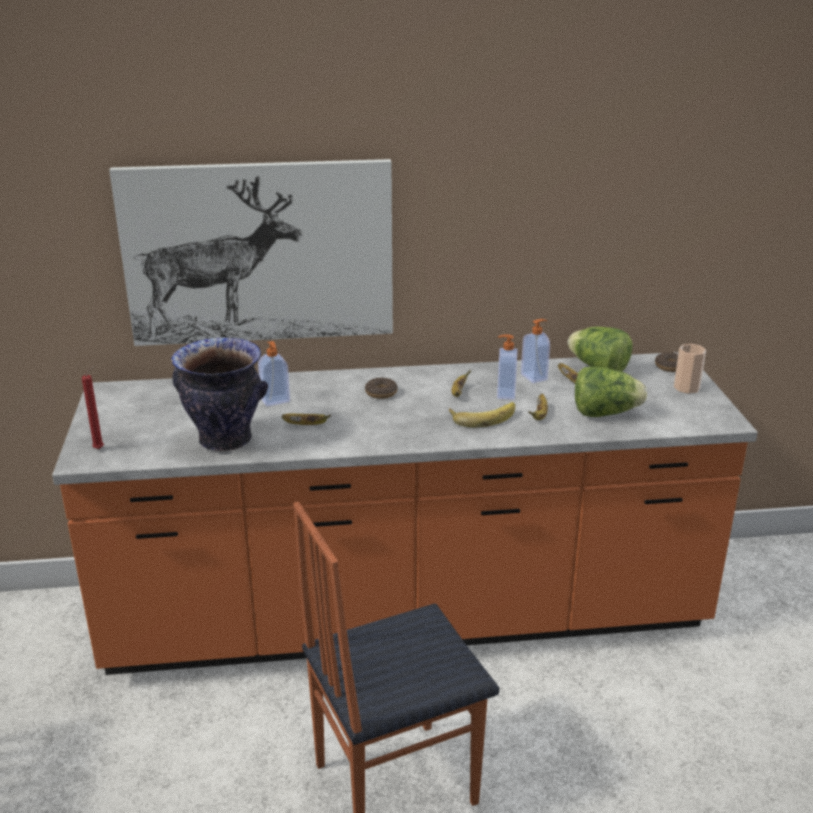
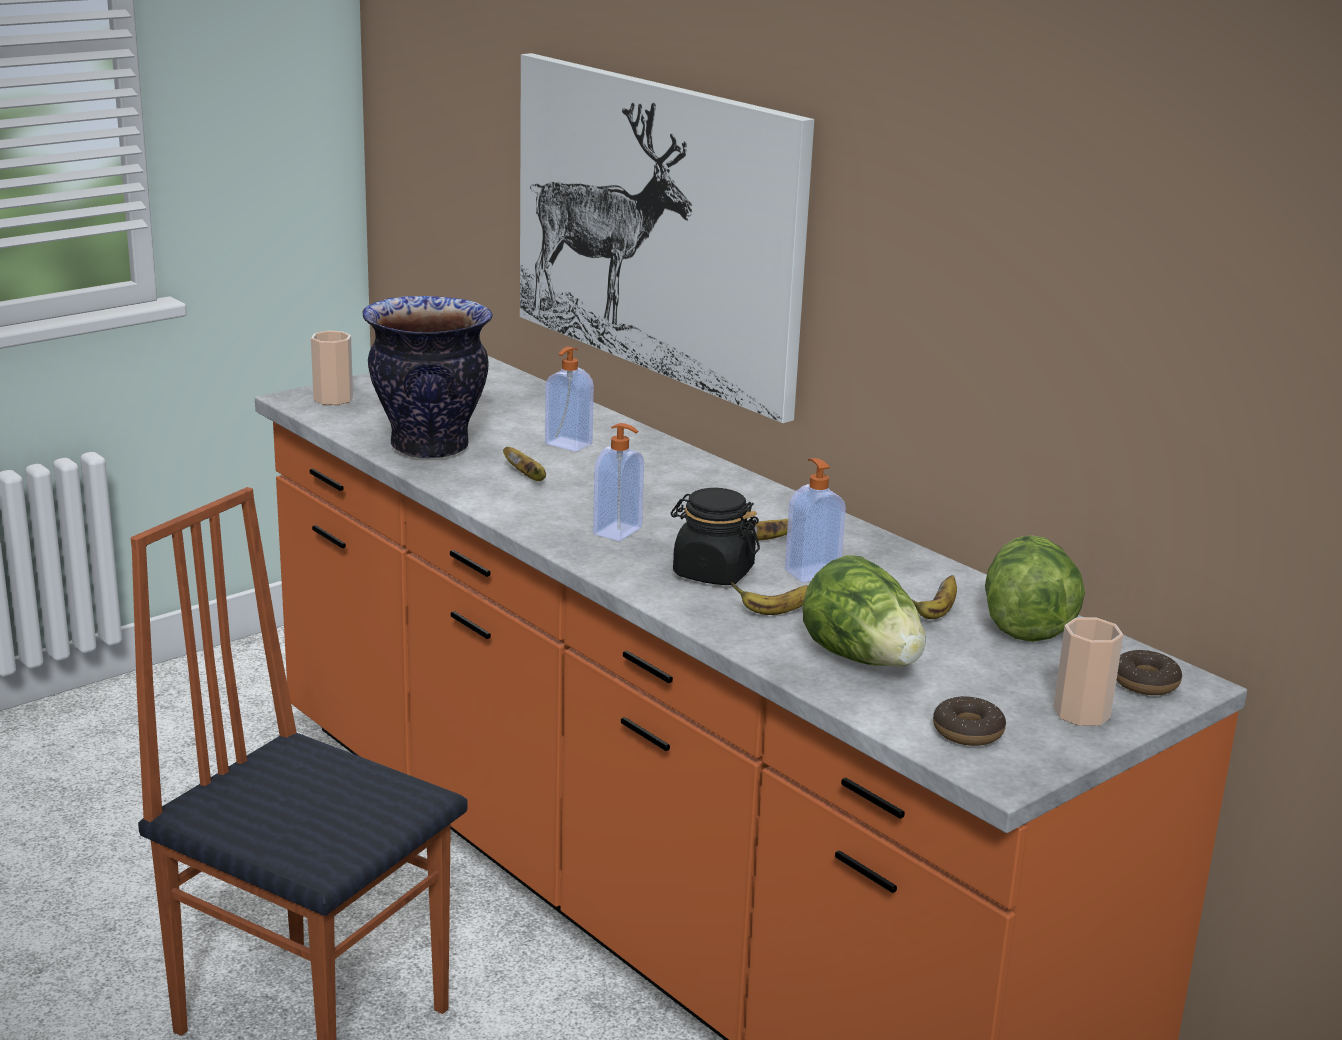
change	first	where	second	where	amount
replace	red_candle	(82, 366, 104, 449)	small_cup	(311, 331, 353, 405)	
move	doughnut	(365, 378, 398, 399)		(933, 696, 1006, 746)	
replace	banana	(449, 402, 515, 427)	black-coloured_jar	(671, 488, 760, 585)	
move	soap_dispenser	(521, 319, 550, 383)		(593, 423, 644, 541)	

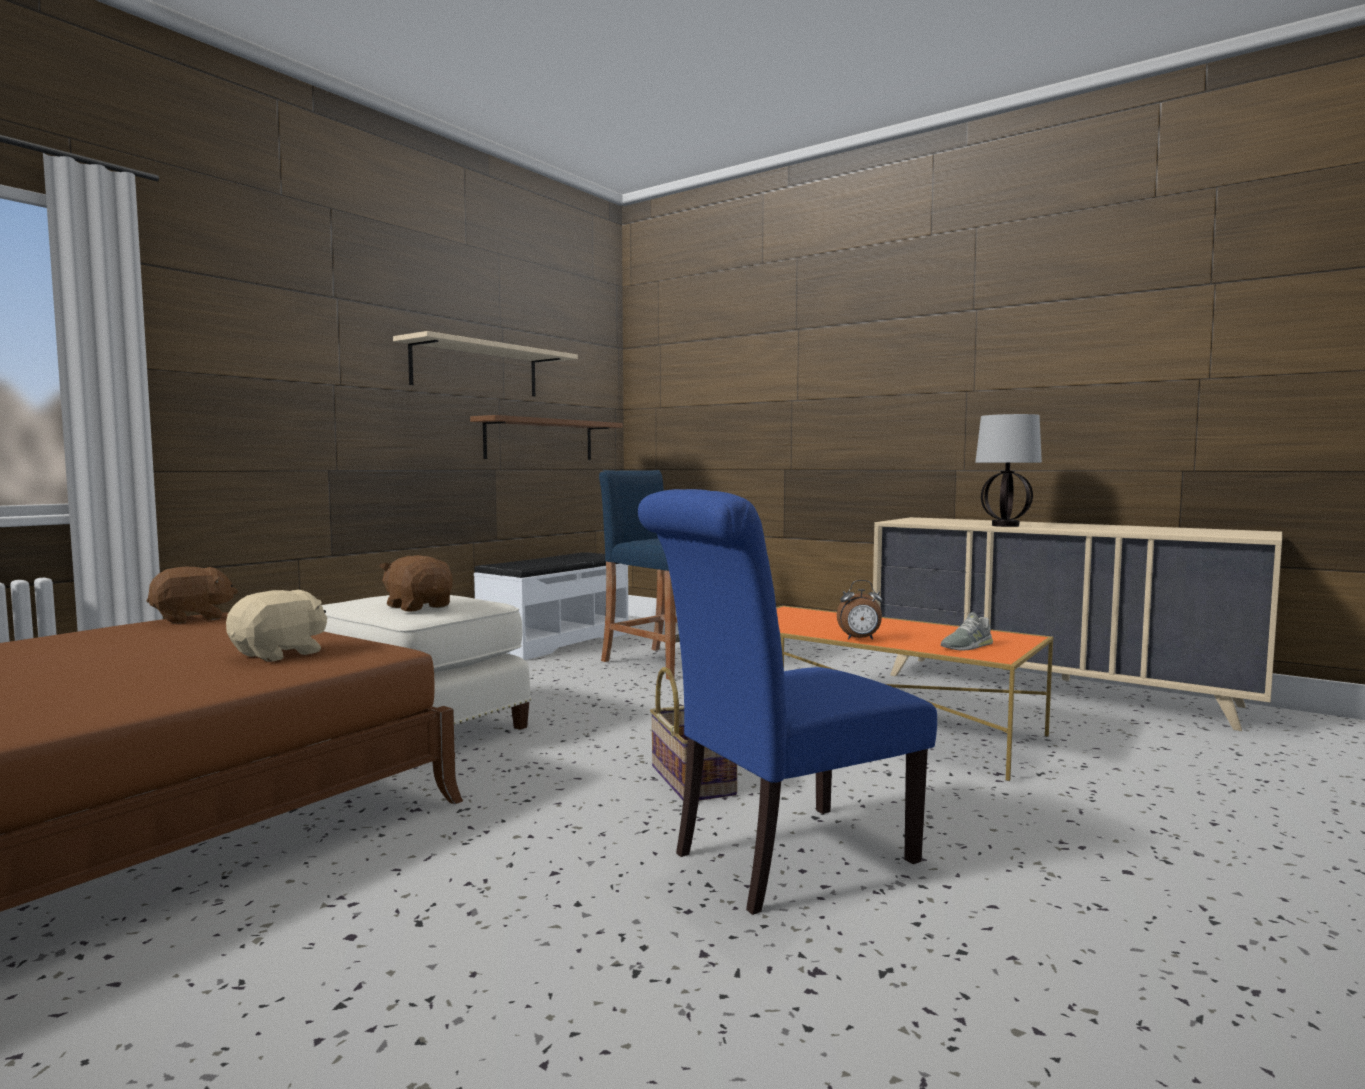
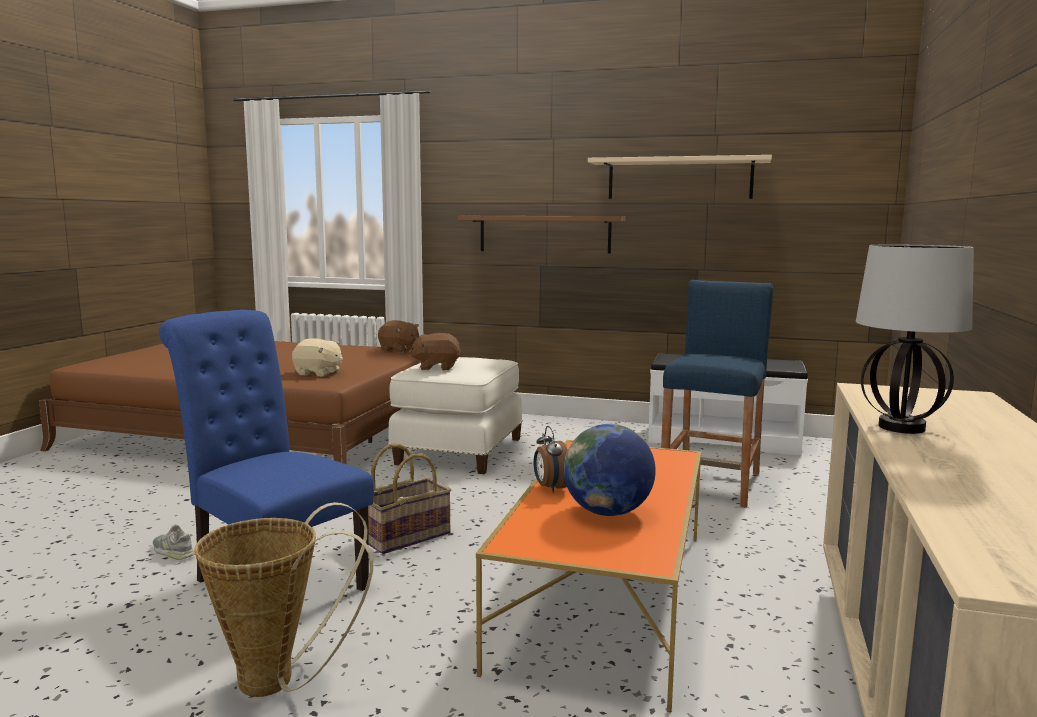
change	first	where	second	where	amount
rotate	brown_plush_toy	(379, 555, 453, 612)		(408, 333, 462, 370)	120 degrees counterclockwise
move	brown_wall_shelf	(470, 415, 623, 460)		(458, 216, 626, 254)	
move	gray_low_shoe	(941, 612, 993, 651)		(153, 525, 195, 560)	
insert			household_basket	(194, 502, 374, 697)	
insert			world_globe	(564, 424, 656, 516)	

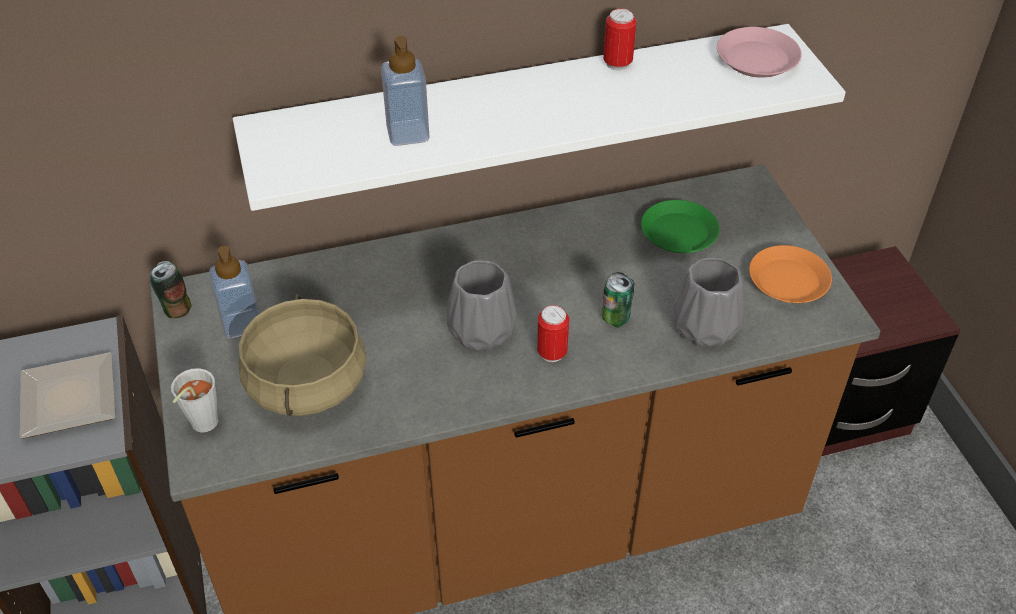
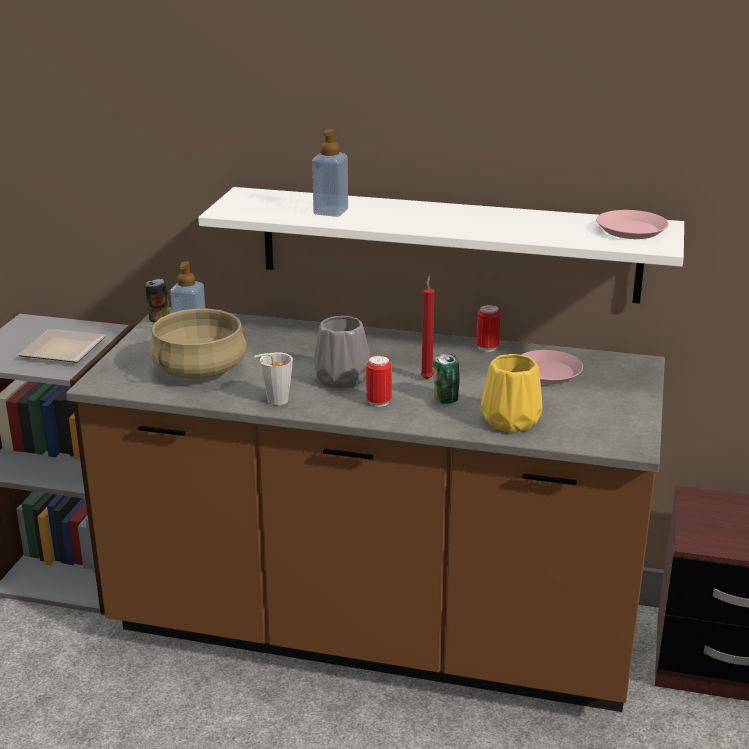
change	first	where	second	where	amount
move	gray_small_cup	(171, 368, 218, 433)		(254, 352, 293, 405)	
move	sealed_can	(603, 9, 637, 71)		(476, 305, 501, 352)	
recolor	green-coloured_dinner_plate	(641, 200, 720, 253)	pink_dinner_plate	(521, 350, 583, 384)	
recolor	gray_decorative_vase	(673, 257, 745, 347)	yellow-coloured_decorative_vase	(481, 354, 542, 433)	
delete	orange_dinner_plate	(749, 245, 832, 303)			
insert			red_candle	(420, 276, 435, 379)	

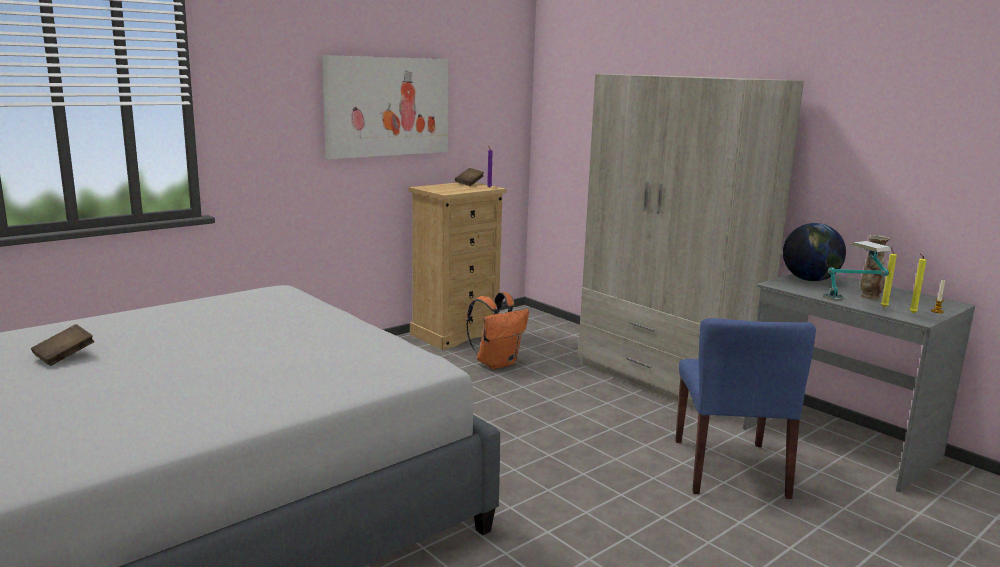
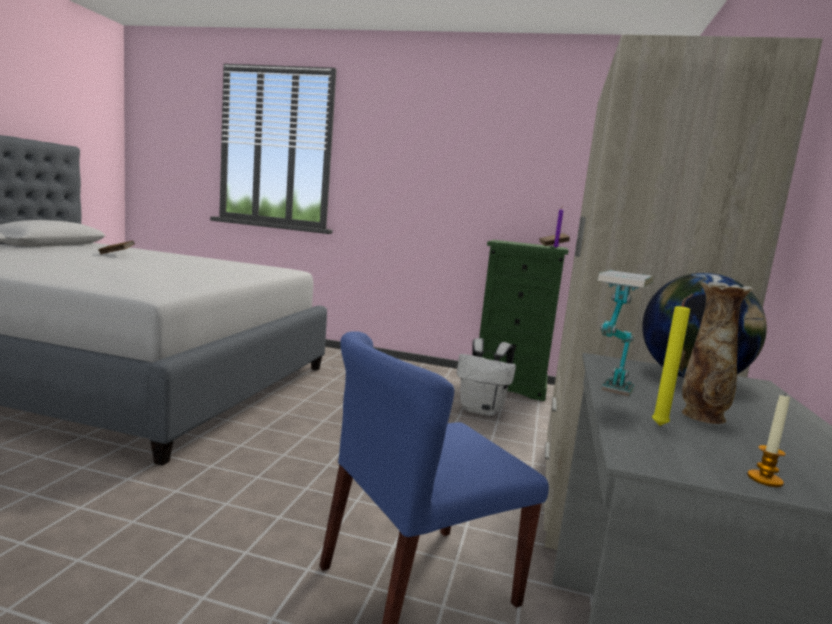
change	first	where	second	where	amount
delete	wall_art	(322, 55, 449, 159)			
recolor	sand-coloured_drawer_chest	(408, 182, 507, 350)	green-coloured_drawer_chest	(479, 240, 569, 401)	
recolor	orange_backpack	(466, 292, 529, 369)	whitish_backpack	(457, 338, 516, 416)	
delete	yellow-coloured_candle	(909, 254, 926, 313)			

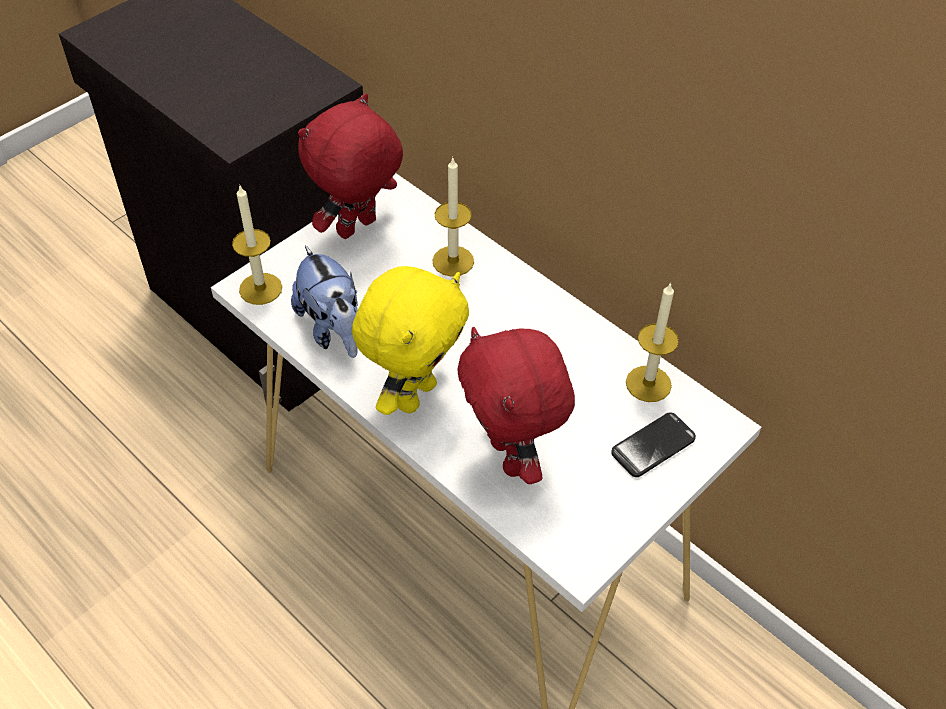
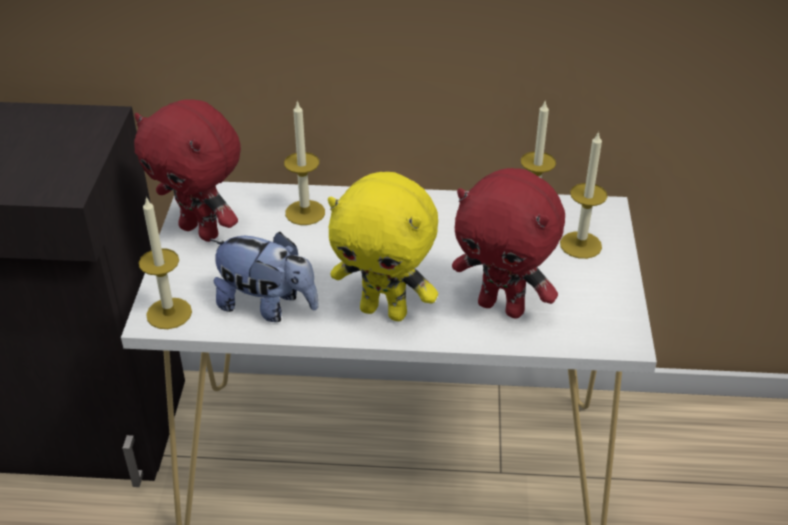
change	first	where	second	where	amount
rotate	red_plush_toy	(298, 93, 403, 239)		(134, 99, 241, 242)	60 degrees counterclockwise
rotate	yellow-coloured_plush_toy	(352, 266, 469, 415)		(328, 172, 438, 321)	120 degrees clockwise
replace	handset	(611, 412, 696, 477)	candle	(560, 131, 608, 259)	

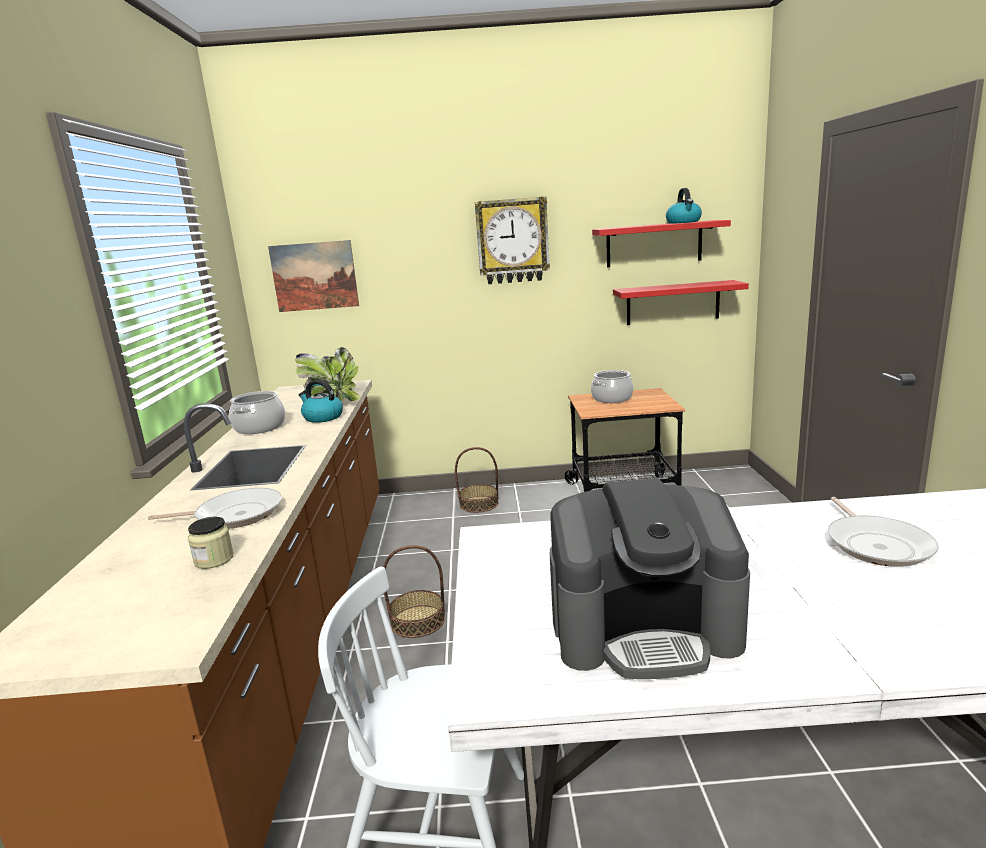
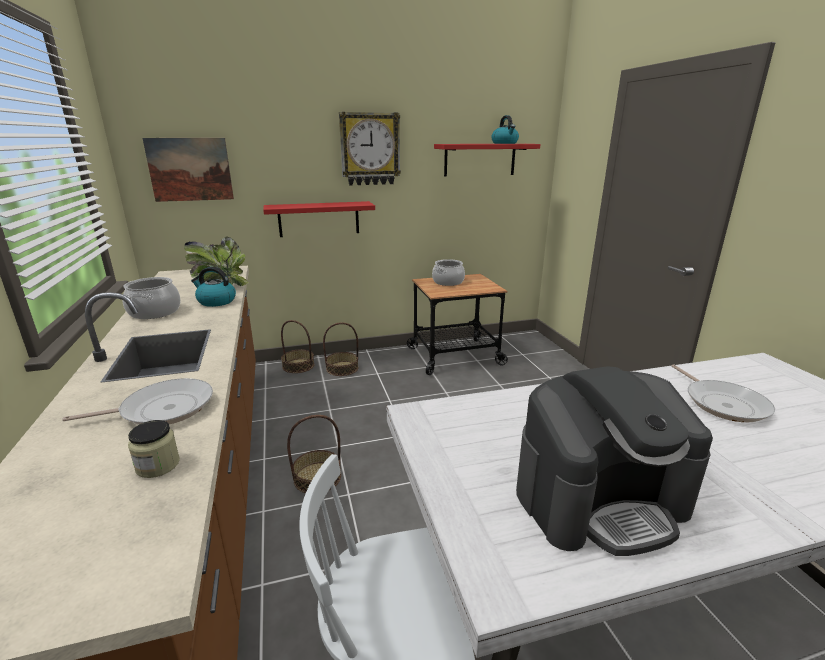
change	first	where	second	where	amount
move	red_wall_shelf	(613, 280, 749, 325)		(263, 201, 375, 237)	
insert			household_basket	(281, 320, 314, 373)	

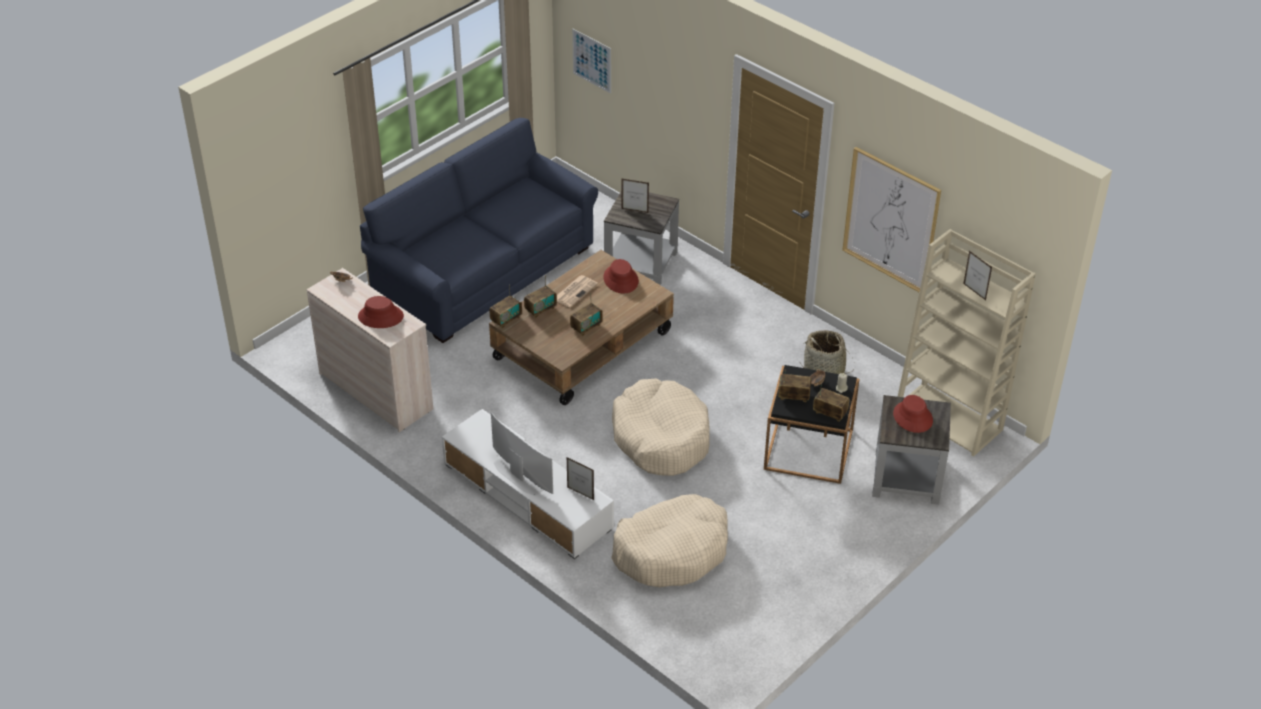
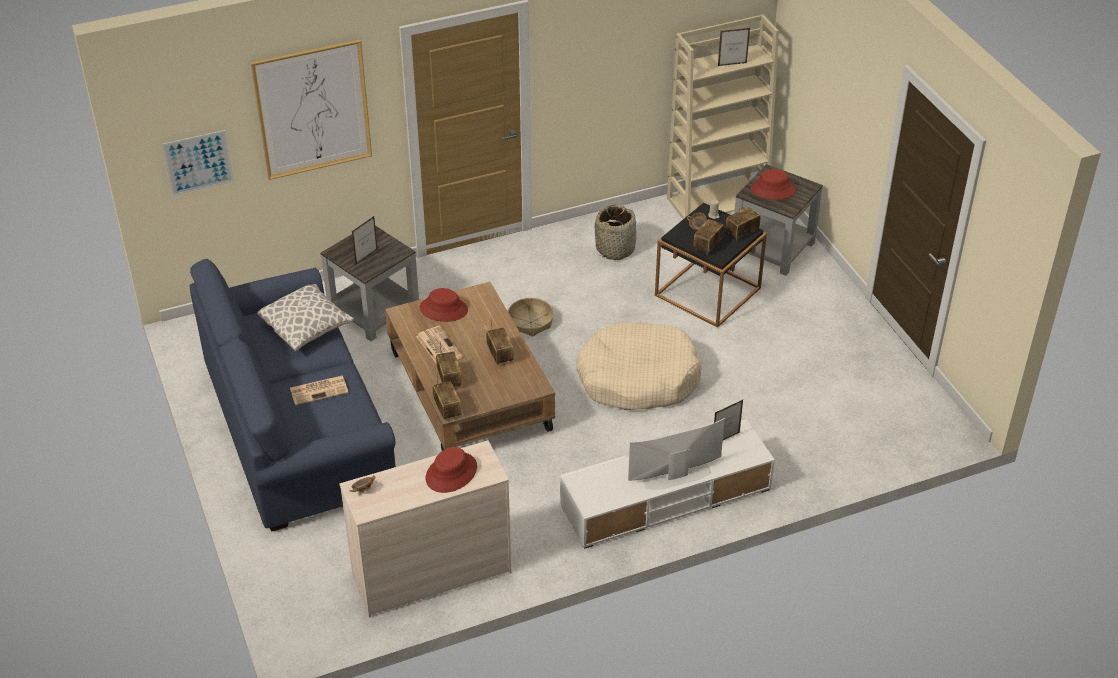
change	first	where	second	where	amount
delete	sand-coloured_pet_bed	(611, 494, 728, 587)			
move	wall_art	(842, 147, 941, 292)		(250, 39, 372, 180)	
insert			pillow	(257, 284, 354, 351)	
insert			daily_paper	(290, 376, 349, 405)	
insert			household_basket	(508, 298, 554, 337)	

